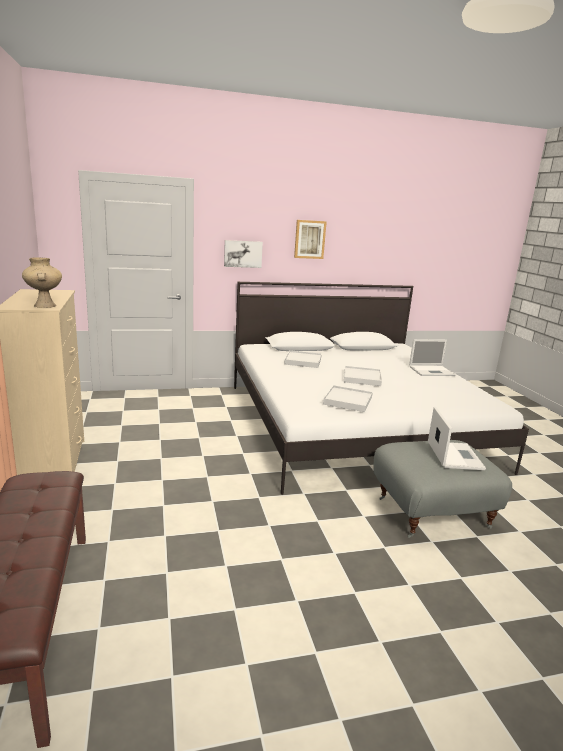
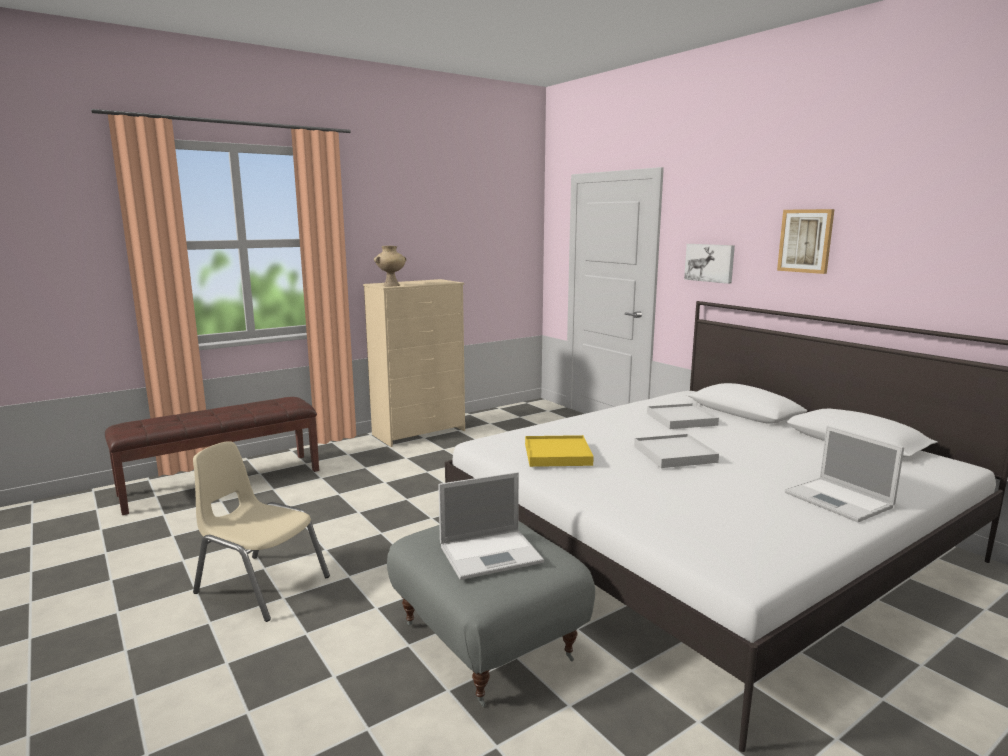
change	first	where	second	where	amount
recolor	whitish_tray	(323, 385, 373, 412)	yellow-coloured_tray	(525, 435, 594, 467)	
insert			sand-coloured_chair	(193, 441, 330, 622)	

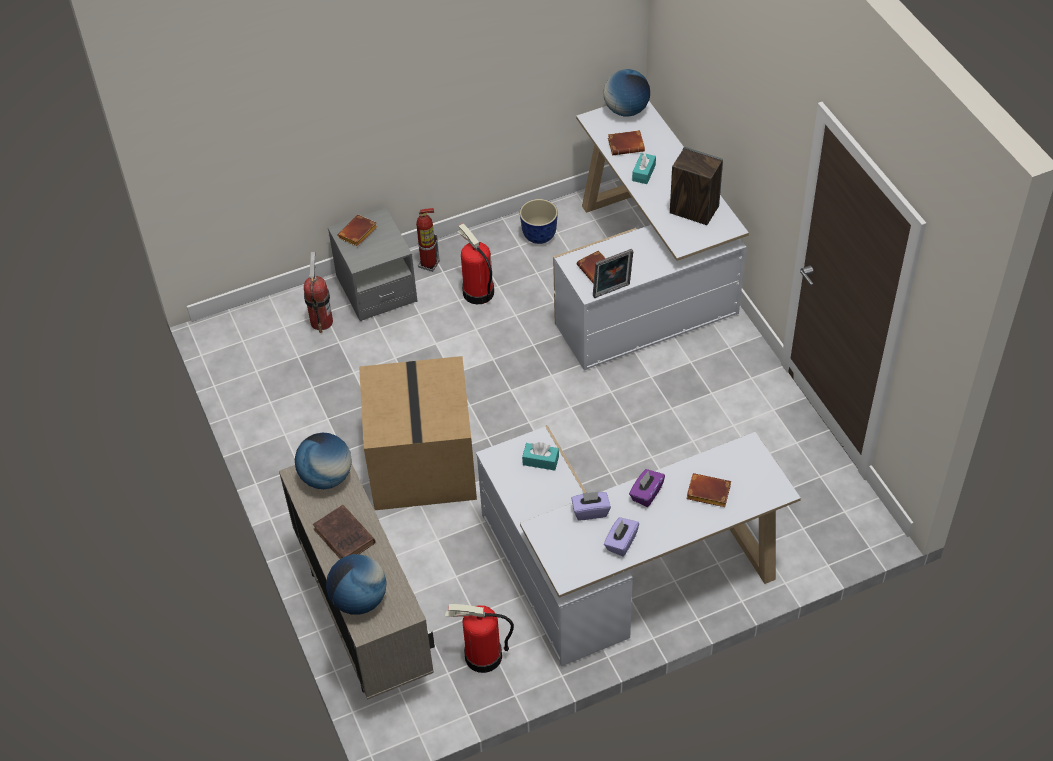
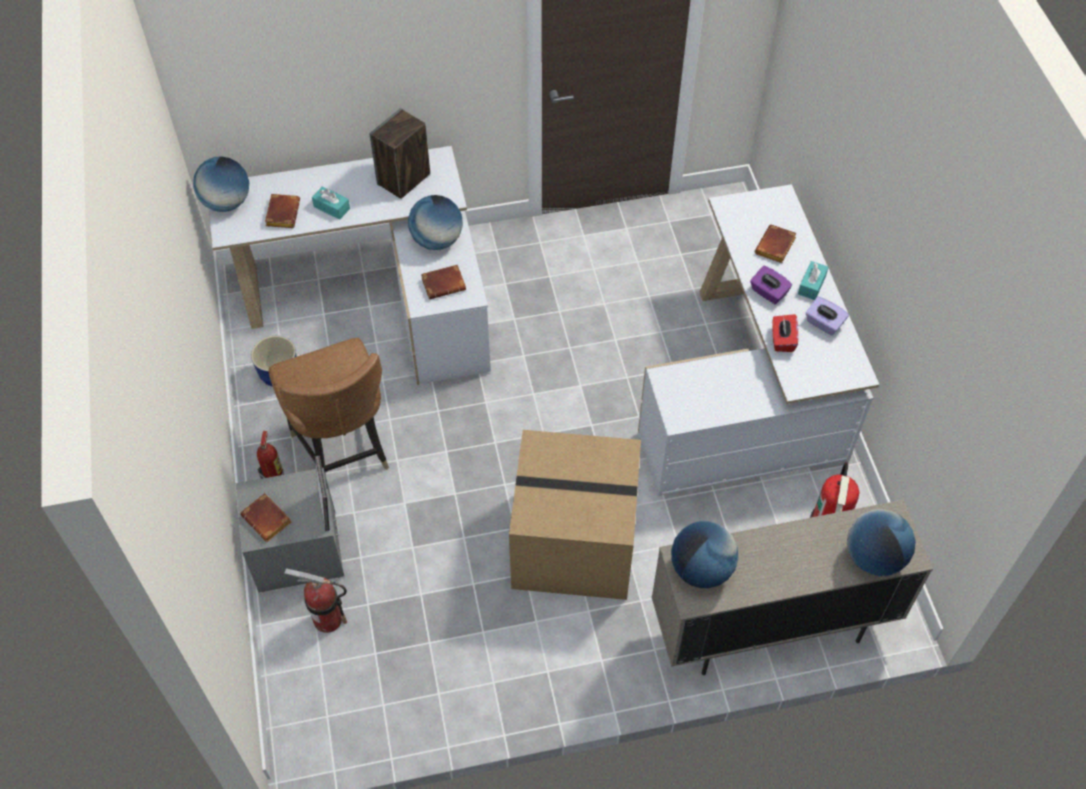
change	first	where	second	where	amount
delete	brown_volume	(313, 505, 375, 559)			
replace	fire_extinguisher	(457, 224, 494, 304)	brown_chair	(268, 338, 389, 475)	
move	turquoise_tissue_box	(522, 442, 559, 471)		(798, 261, 828, 300)	
recolor	purple-coloured_tissue_box	(571, 492, 611, 520)	red_tissue_box	(772, 314, 798, 352)	
move	picture_frame	(593, 249, 633, 298)		(315, 456, 330, 531)	
insert			world_globe	(408, 195, 463, 250)	

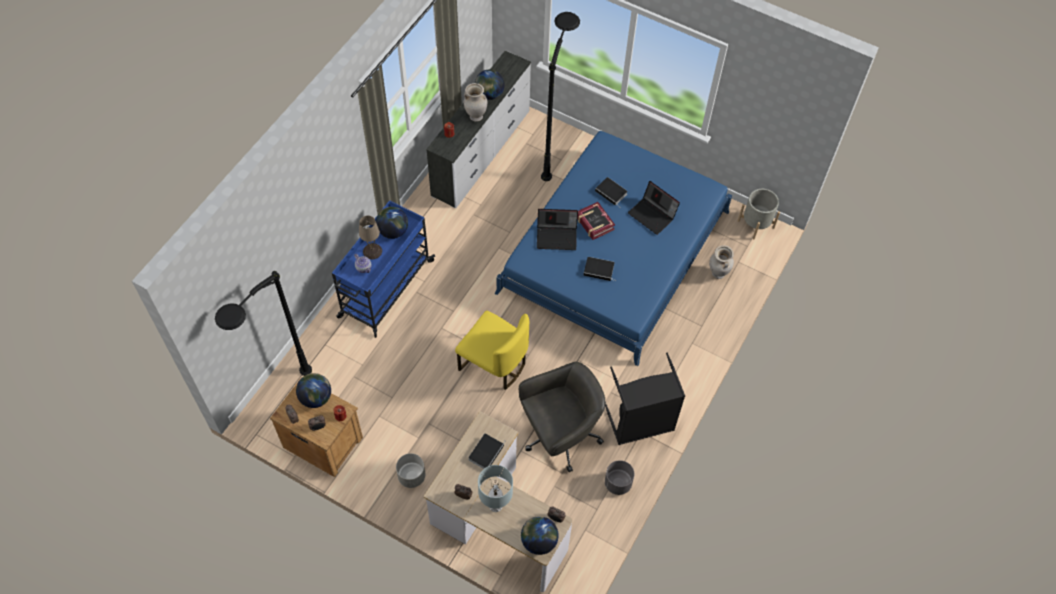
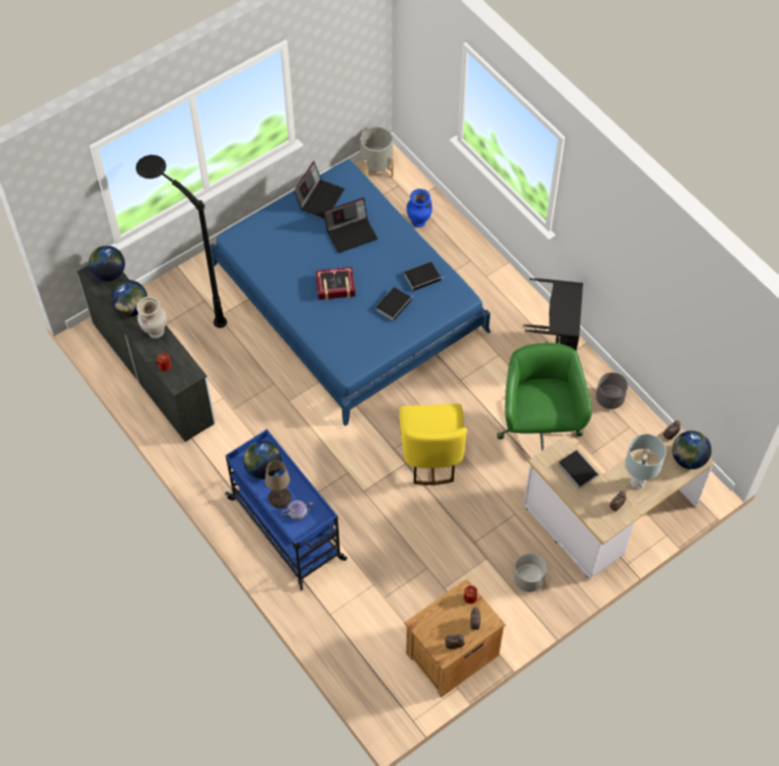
change	first	where	second	where	amount
delete	black-coloured_standing_lamp	(215, 271, 312, 376)			
move	world_globe	(296, 373, 331, 408)		(88, 246, 125, 282)	
rotate	yellow-coloured_chair	(455, 311, 529, 390)		(399, 404, 467, 485)	120 degrees clockwise
recolor	gray_desk_chair	(519, 362, 606, 472)	green-coloured_desk_chair	(497, 343, 592, 450)	
move	notebook_computer	(537, 209, 578, 250)		(294, 161, 345, 219)	
move	volume	(595, 177, 628, 207)		(404, 261, 446, 291)	
recolor	sand-coloured_decorative_vase	(709, 245, 734, 279)	bluish_decorative_vase	(406, 189, 432, 228)	

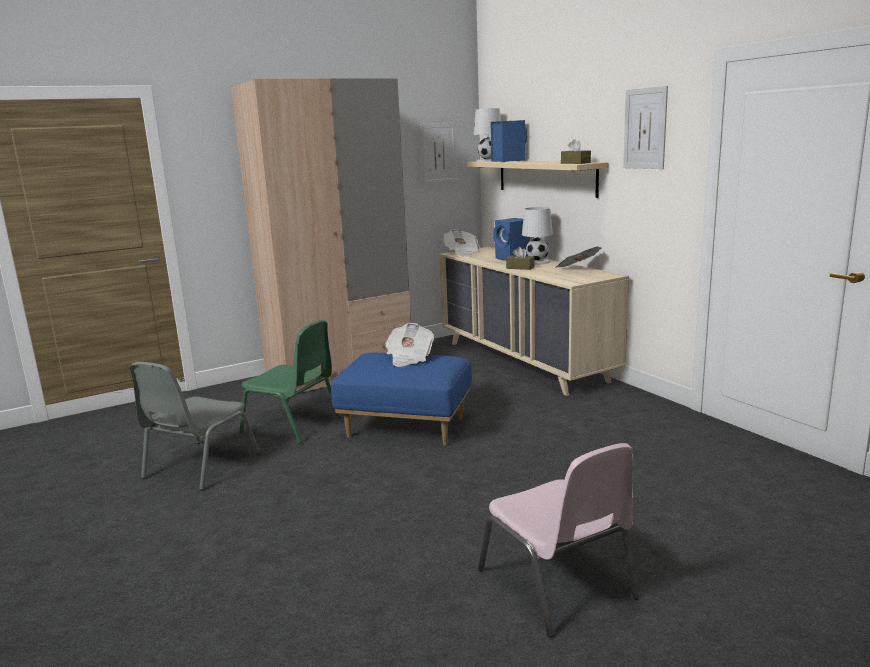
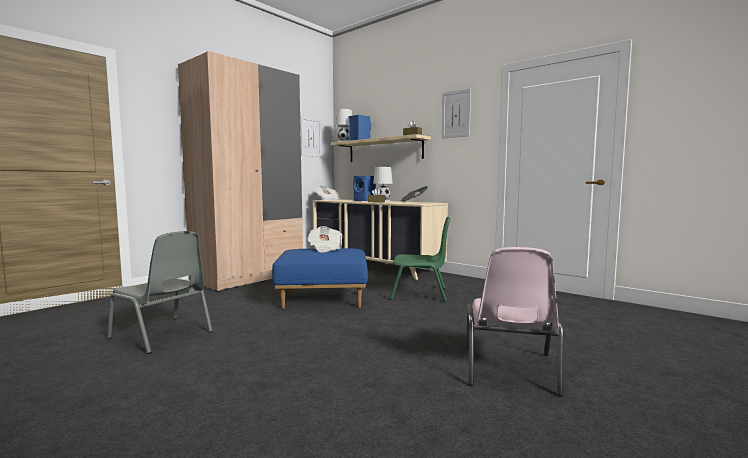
change	first	where	second	where	amount
rotate	gray_chair	(130, 362, 260, 491)		(107, 231, 213, 354)	60 degrees counterclockwise
move	green-coloured_chair	(239, 320, 342, 444)		(390, 217, 450, 301)	
rotate	pink_chair	(478, 443, 639, 637)		(466, 247, 563, 396)	60 degrees clockwise

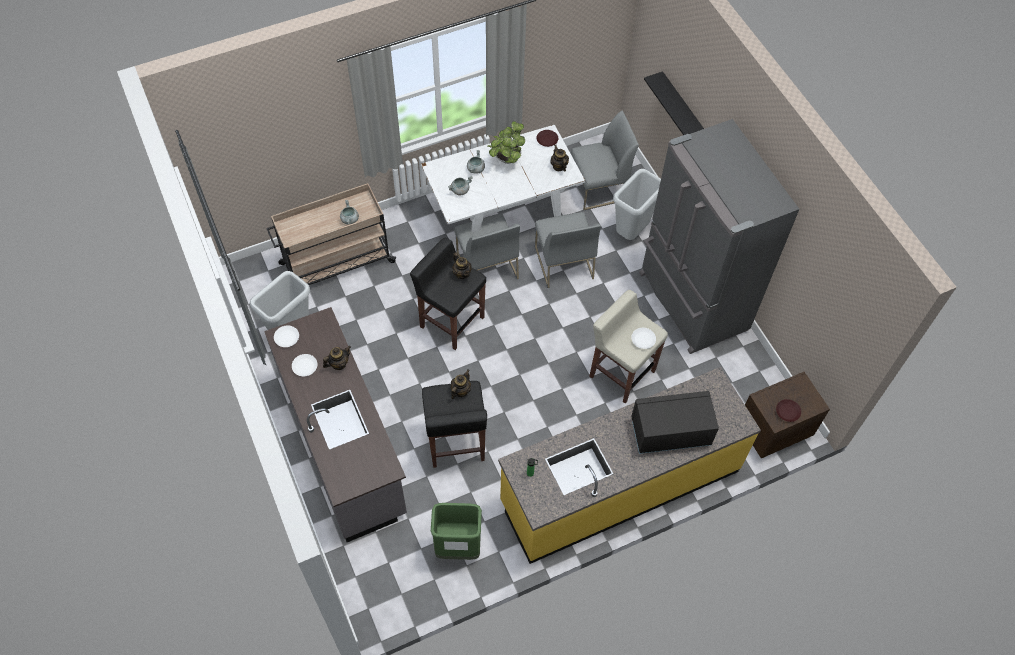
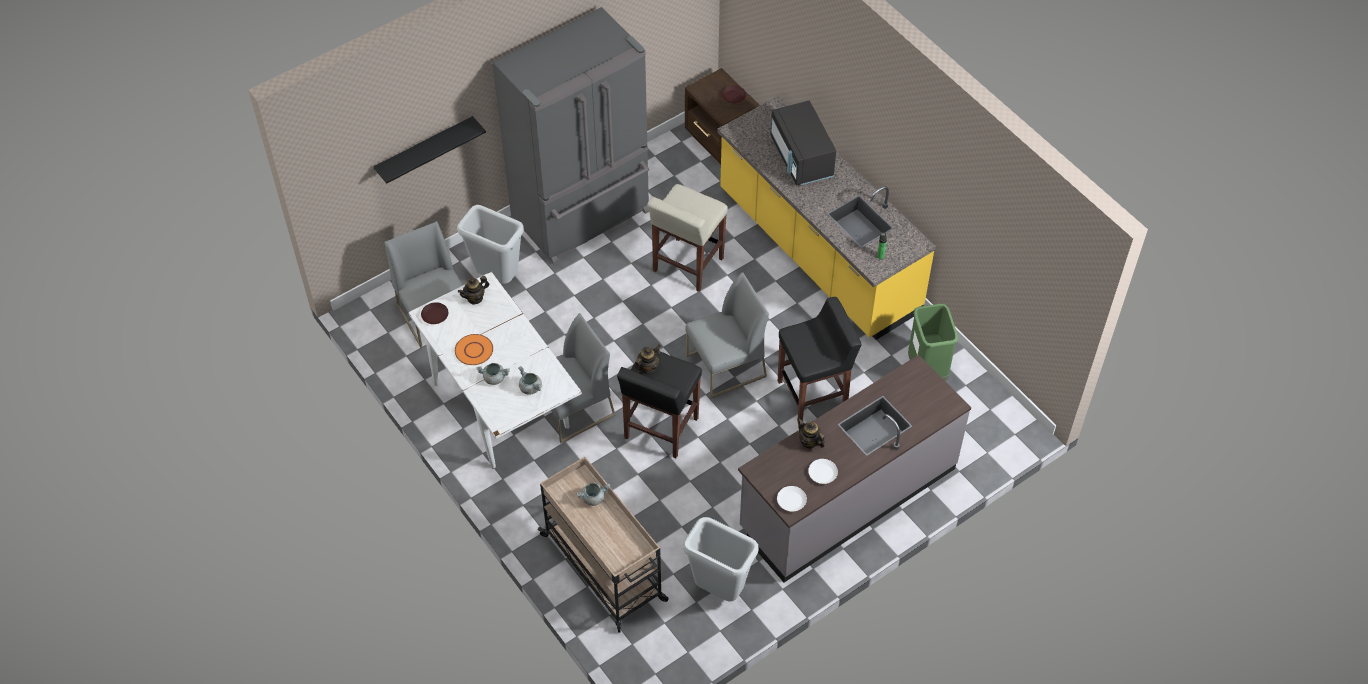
change	first	where	second	where	amount
delete	pot_for_tea	(451, 369, 471, 399)			
replace	houseplant	(487, 121, 525, 164)	orange_dinner_plate	(455, 334, 493, 365)	
move	gray_chair	(535, 212, 601, 288)		(685, 272, 769, 398)	
delete	whitish_dinner_plate	(631, 328, 656, 349)			

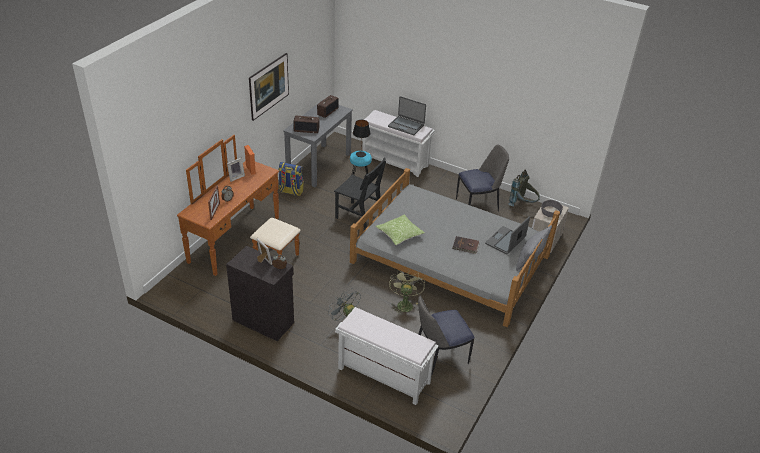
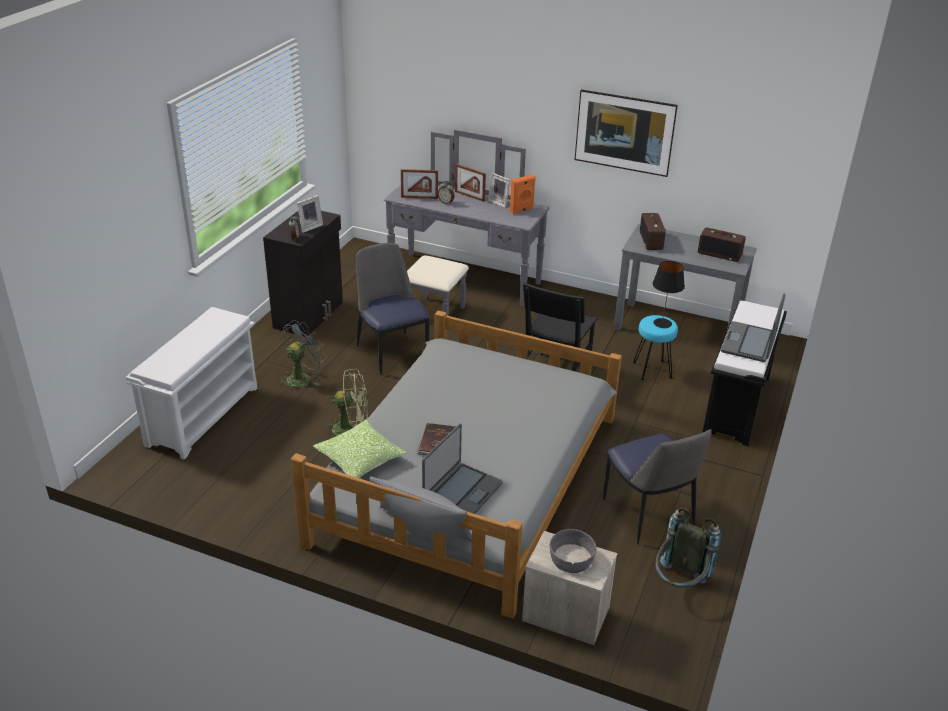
change	first	where	second	where	amount
recolor	brown_drawer_chest	(177, 135, 301, 276)	gray_drawer_chest	(384, 129, 550, 316)	
delete	backpack	(278, 162, 304, 196)			
recolor	whitish_long_seat	(362, 110, 435, 177)	black-coloured_long_seat	(702, 300, 787, 446)	
move	pillow	(375, 214, 425, 245)		(313, 420, 407, 478)	
move	chair	(418, 296, 474, 376)		(356, 243, 429, 375)	
rotate	notebook_computer	(485, 217, 530, 255)		(422, 423, 503, 514)	90 degrees clockwise
insert			picture_frame	(455, 164, 486, 202)	

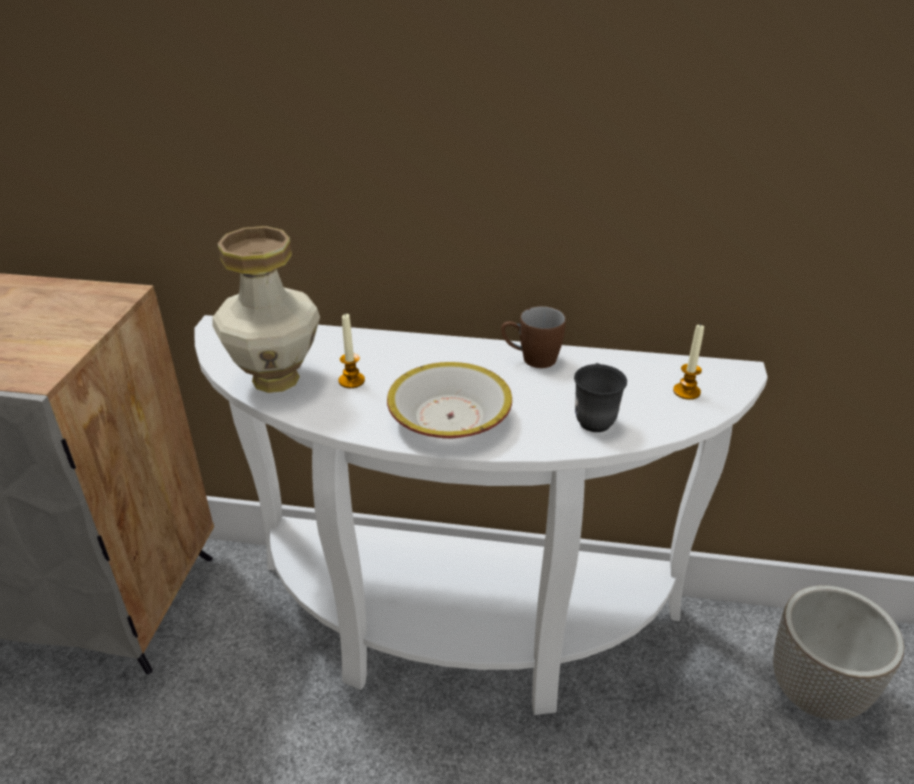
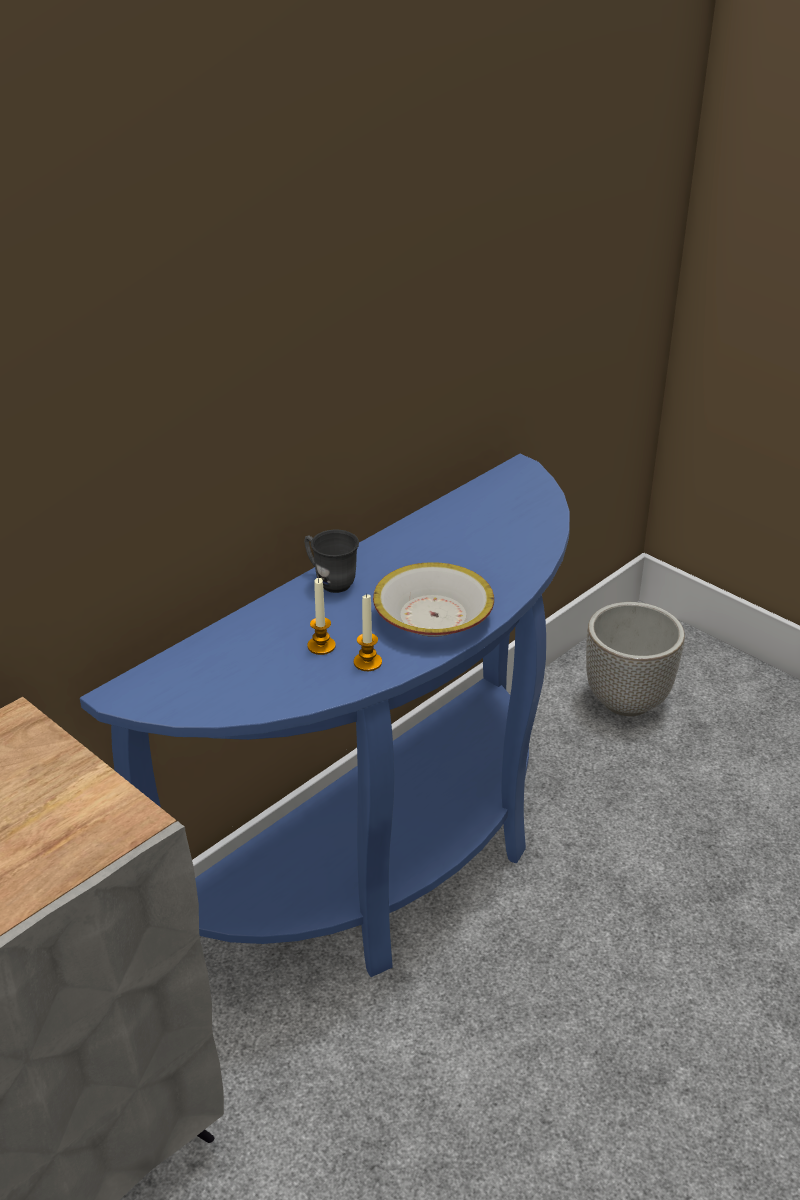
change	first	where	second	where	amount
recolor	whitish_hall_table	(194, 315, 768, 715)	bluish_hall_table	(80, 454, 570, 977)	
delete	decorative_vase	(212, 226, 320, 393)			
delete	brown_coffee_mug	(501, 306, 566, 368)			
move	gray_coffee_mug	(574, 363, 627, 432)		(304, 530, 359, 593)	
move	candle	(673, 324, 704, 400)		(354, 594, 382, 671)	

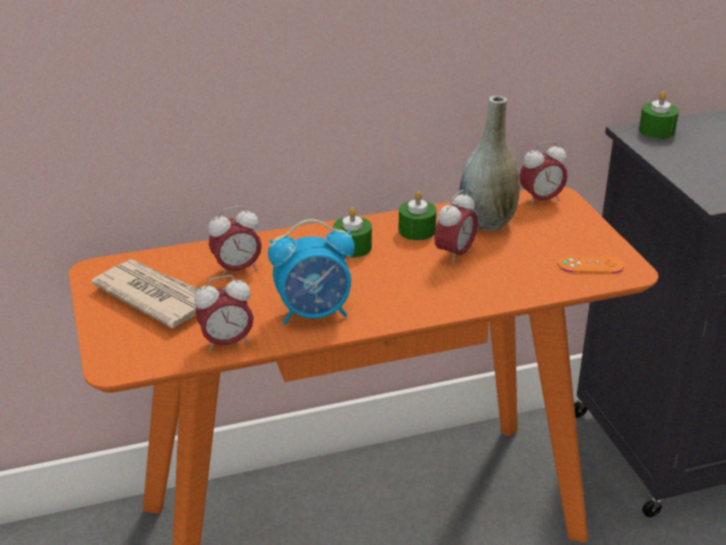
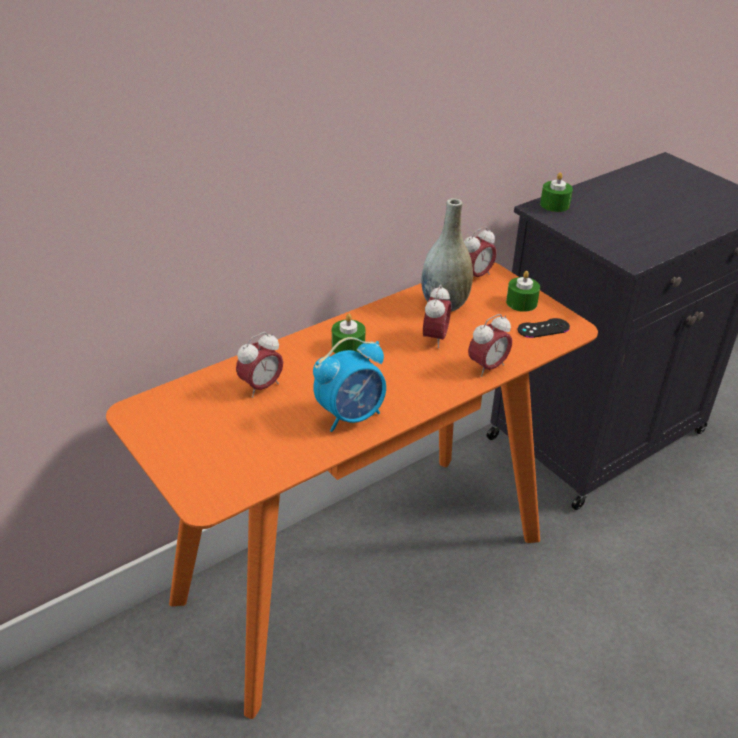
change	first	where	second	where	amount
delete	daily_paper	(91, 259, 198, 328)			
move	table_clock	(194, 275, 254, 352)		(468, 314, 512, 377)	
move	green-coloured_candle	(398, 191, 437, 240)		(506, 271, 540, 312)	
recolor	orange_gamepad	(557, 255, 624, 273)	black-coloured_gamepad	(518, 318, 570, 338)	

